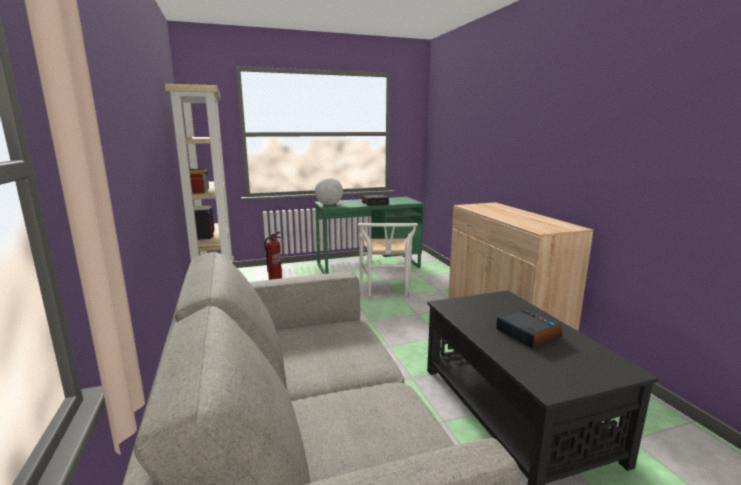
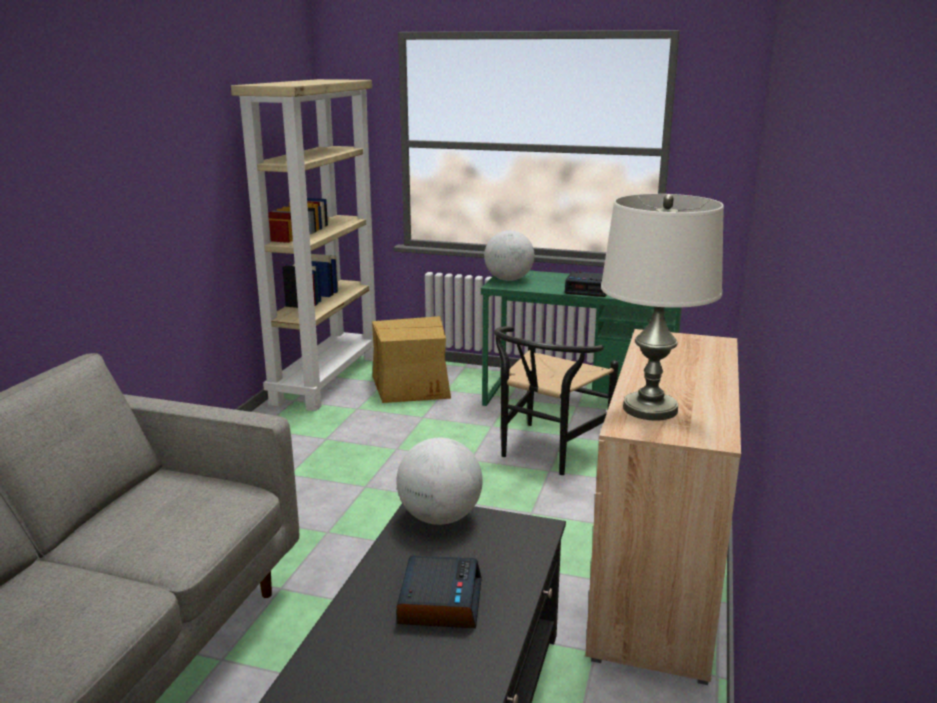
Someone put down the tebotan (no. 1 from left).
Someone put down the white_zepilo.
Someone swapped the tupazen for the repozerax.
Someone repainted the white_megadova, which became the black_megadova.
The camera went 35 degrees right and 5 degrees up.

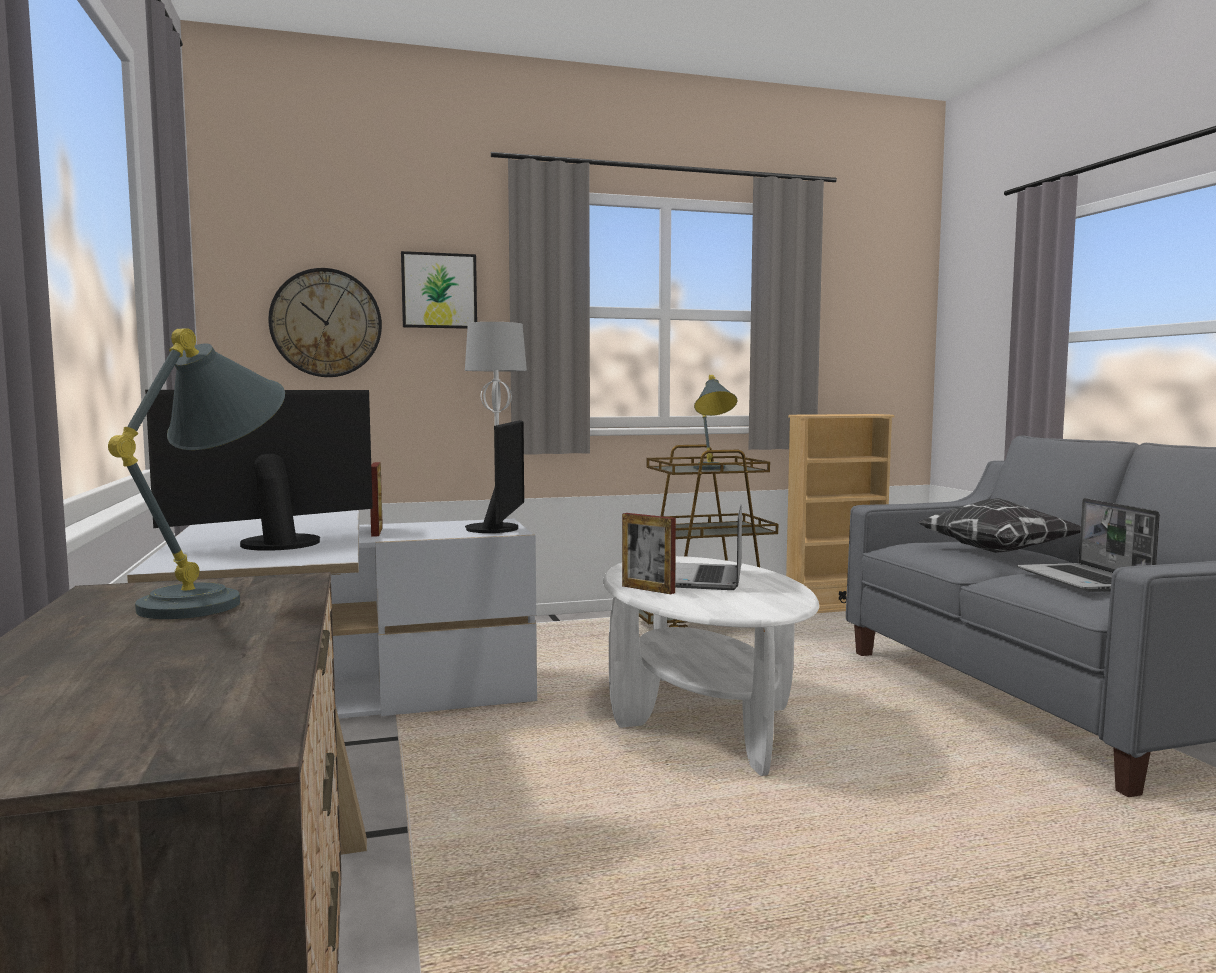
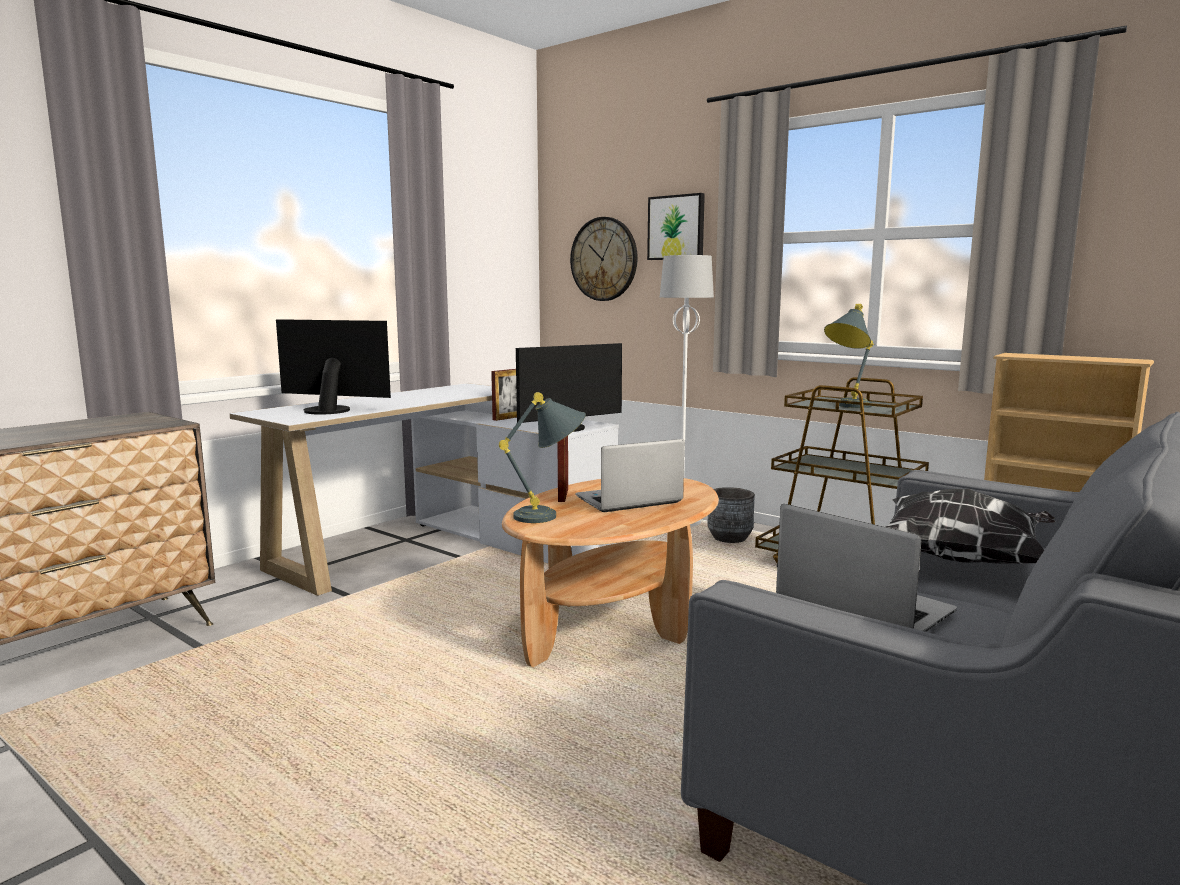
Someone put down the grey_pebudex.
Someone carried the grey_zepilo (no. 1 from left).
Someone repainted the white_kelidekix, which became the brown_kelidekix.
Someone rotated the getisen (no. 2 from left) by 90 degrees clockwise.
The camera went 55 degrees right and 5 degrees up.

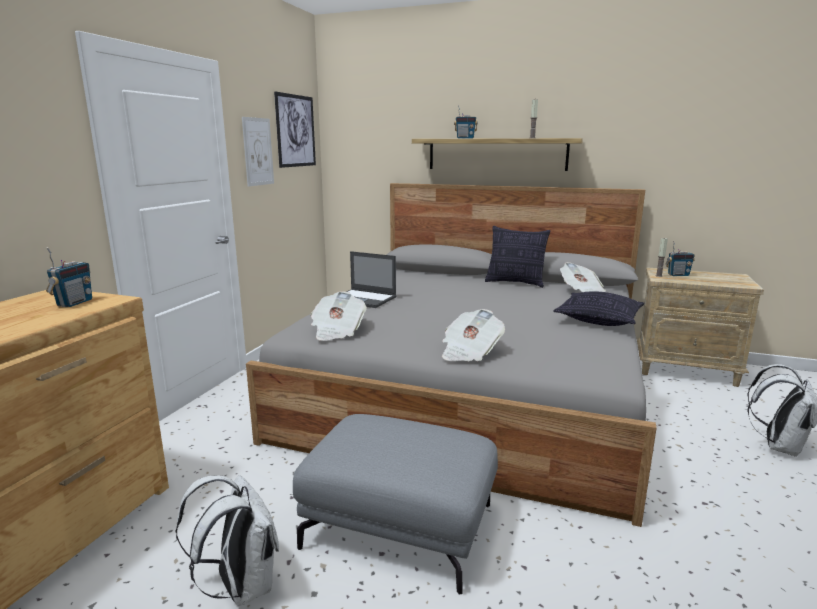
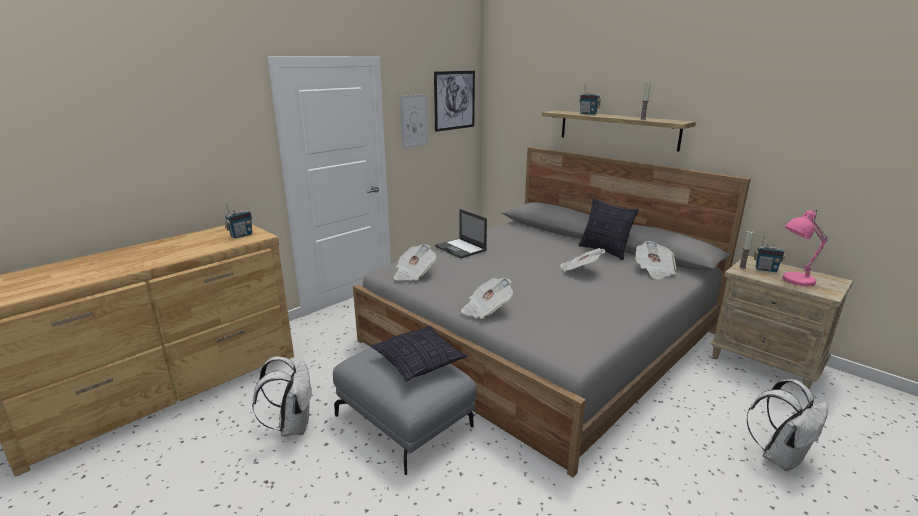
Someone put down the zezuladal (no. 3 from left).
Someone put down the pink_zepilo.
Someone carried the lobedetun (no. 2 from left in the first image).
The camera went 25 degrees right and 5 degrees up.

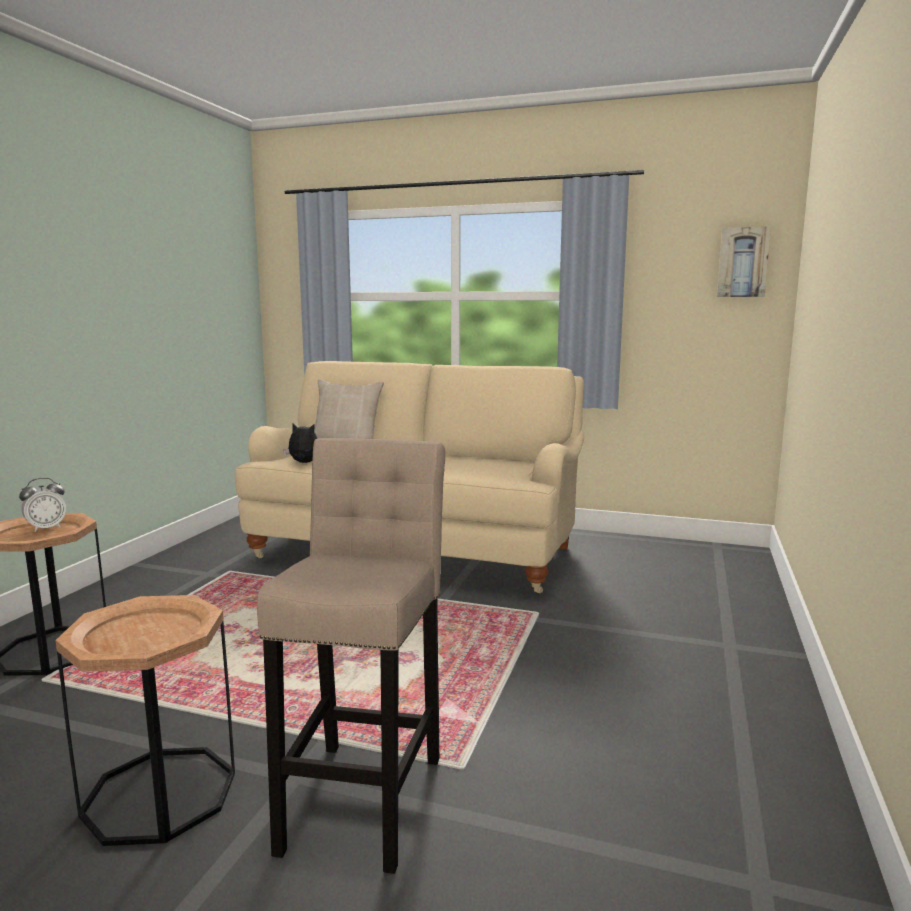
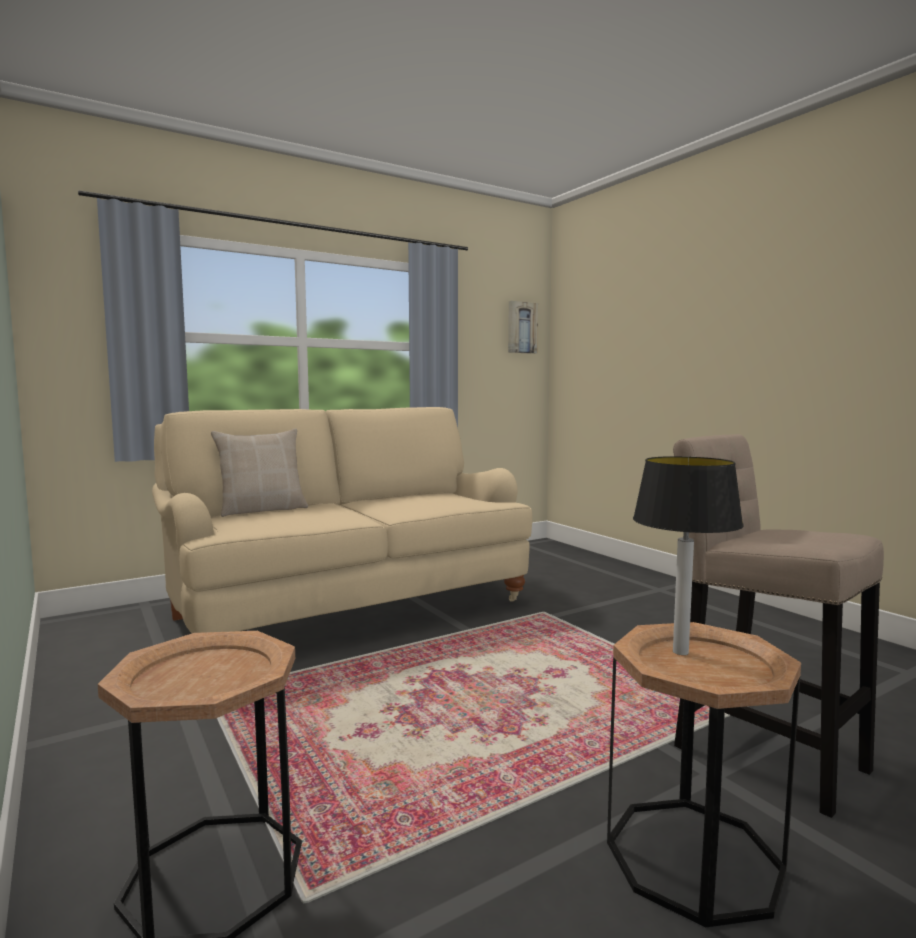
Someone took away the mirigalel.
Someone took away the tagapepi.
Someone put down the zepilo.
The camera went 50 degrees left and 5 degrees down.

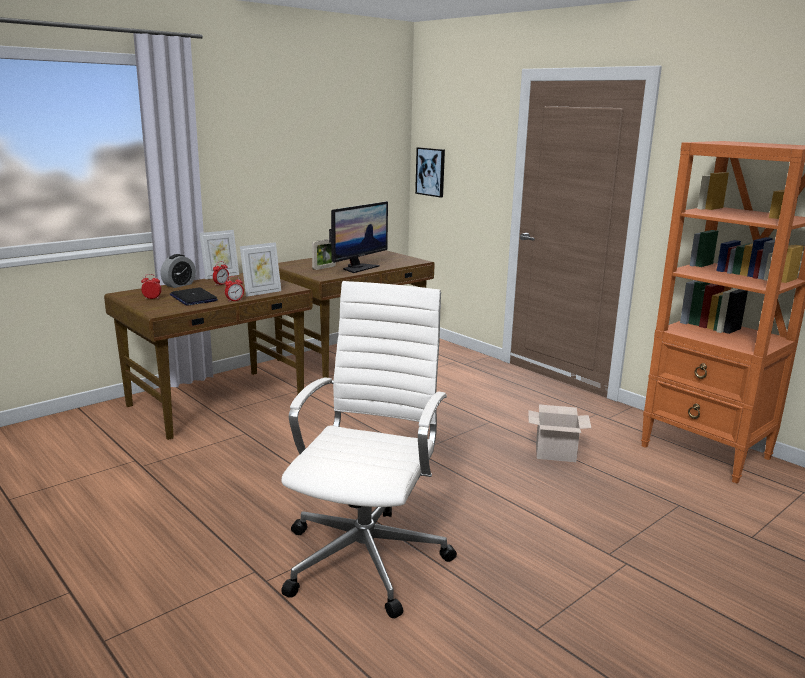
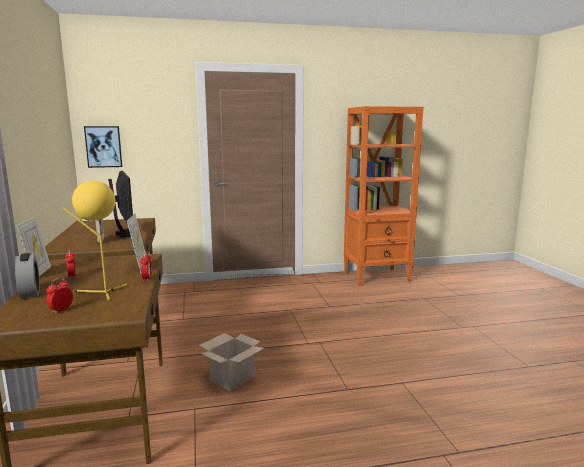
Someone took away the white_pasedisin.
Someone carried the repozerax.
Someone swapped the getisen for the yellow_zepilo.
The camera went 60 degrees left and 5 degrees down.

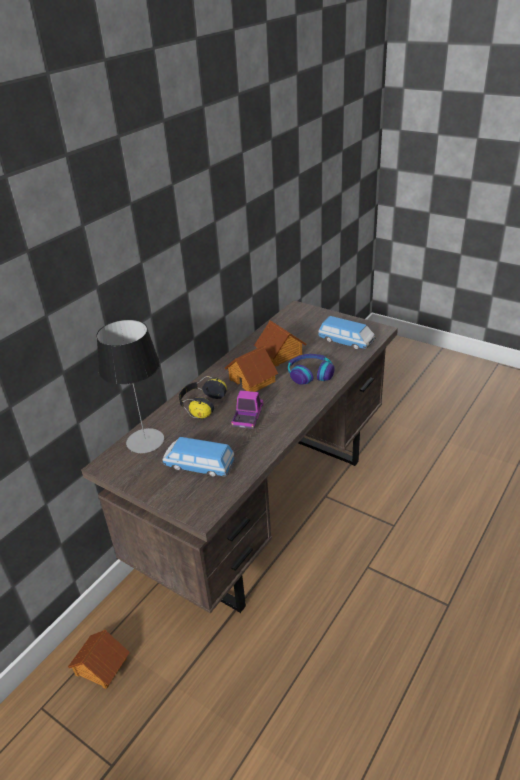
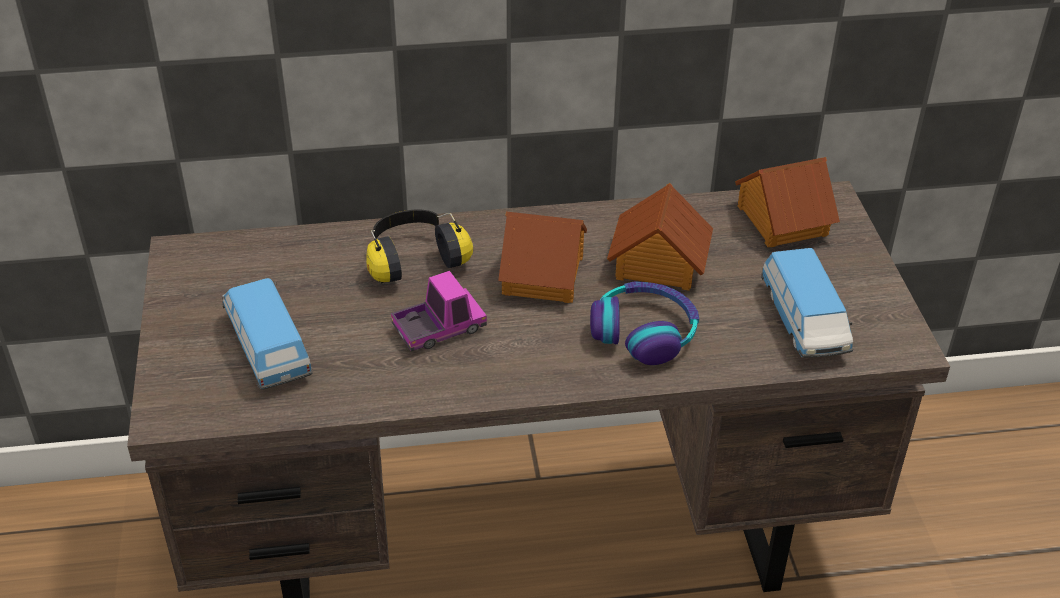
Someone took away the zepilo.
Someone carried the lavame (no. 1 from left in the first image).
The camera went 45 degrees right and 5 degrees up.

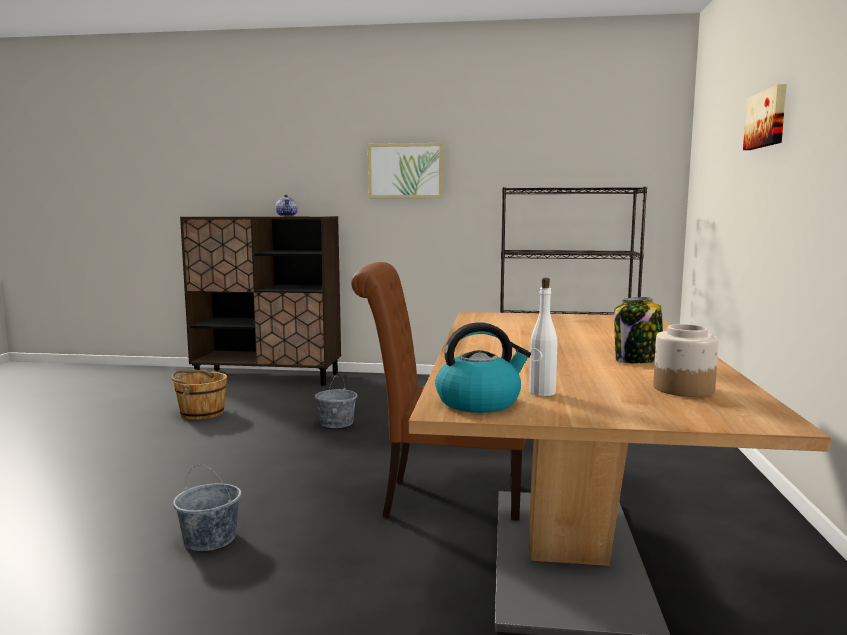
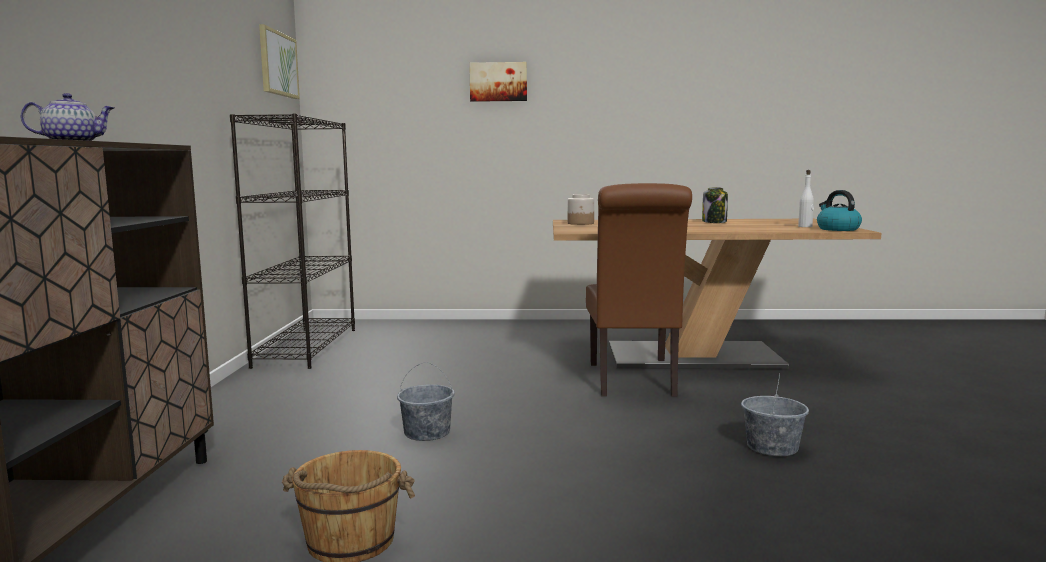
Someone carried the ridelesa (no. 1 from left).
Someone carried the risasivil (no. 2 from left in the first image).
The camera went 95 degrees left and 0 degrees up.

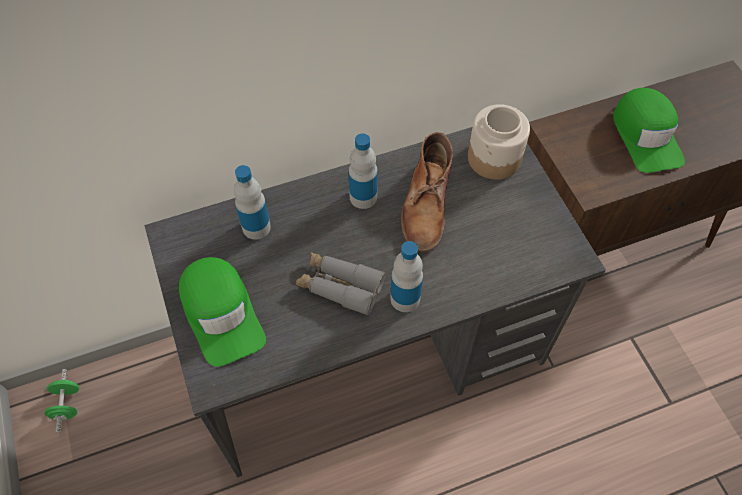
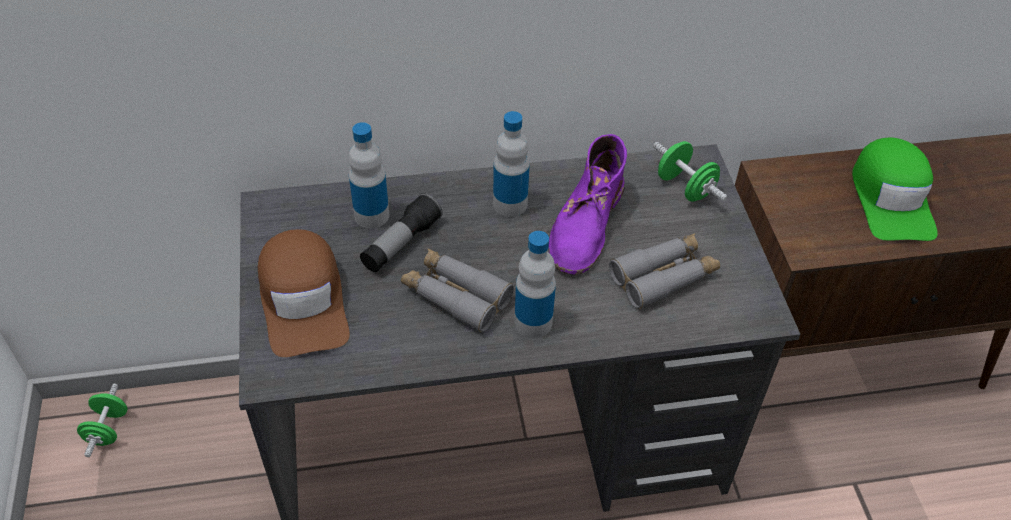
Someone put down the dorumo.
Someone put down the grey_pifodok (no. 2 from left).
Someone swapped the risasivil for the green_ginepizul (no. 2 from left).
Someone repainted the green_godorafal (no. 1 from left), which became the brown_godorafal.
Someone repainted the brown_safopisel, which became the purple_safopisel.
The camera went 10 degrees right and 10 degrees down.

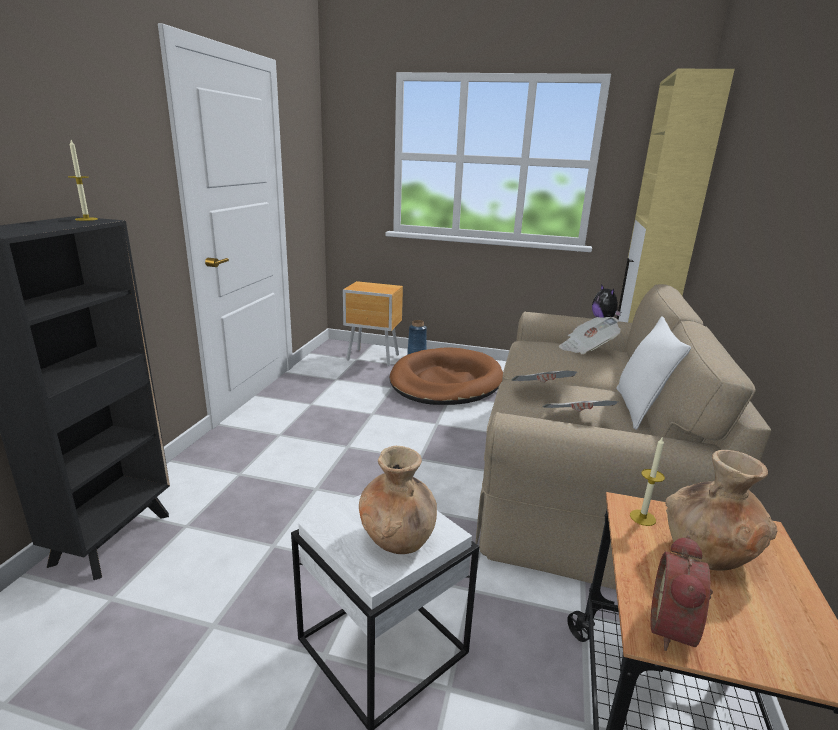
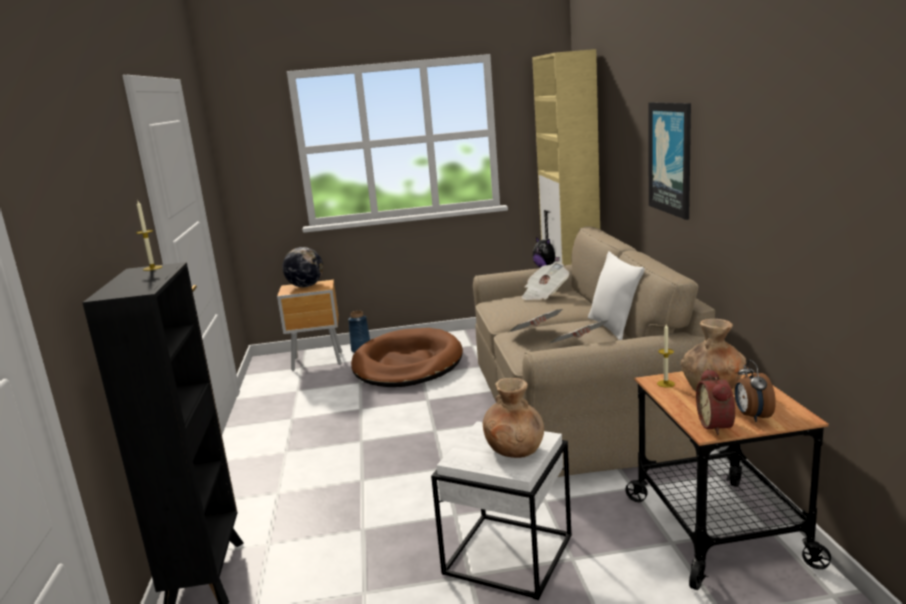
Someone put down the tebotan.
Someone put up the ridelesa.
Someone put down the mirigalel (no. 2 from left).
The camera went 20 degrees left and 5 degrees down.

